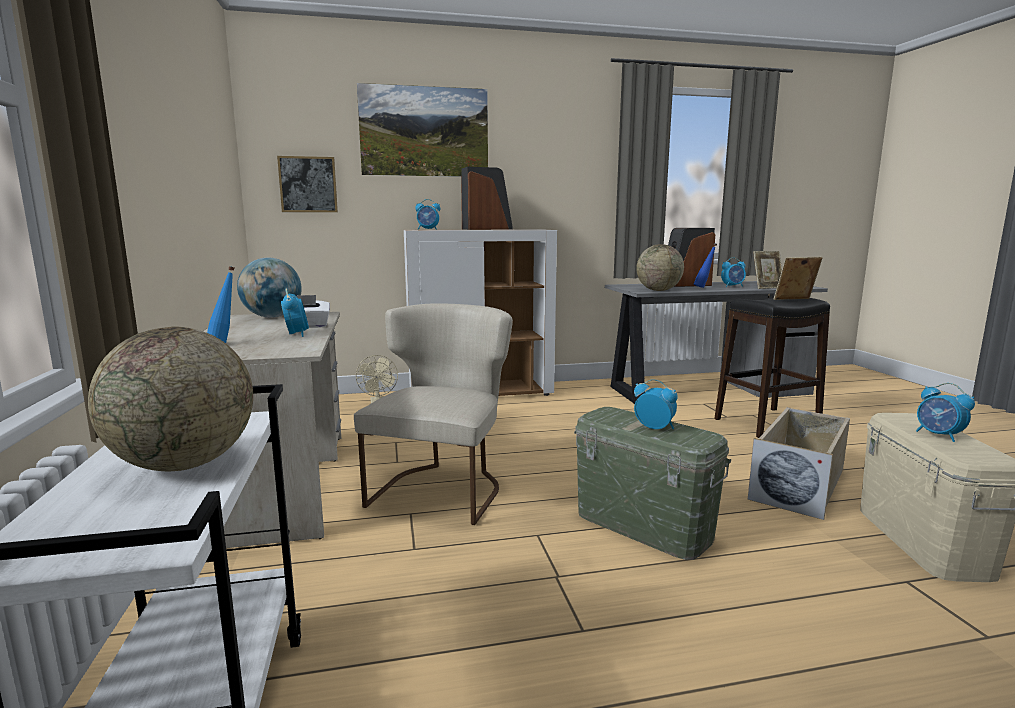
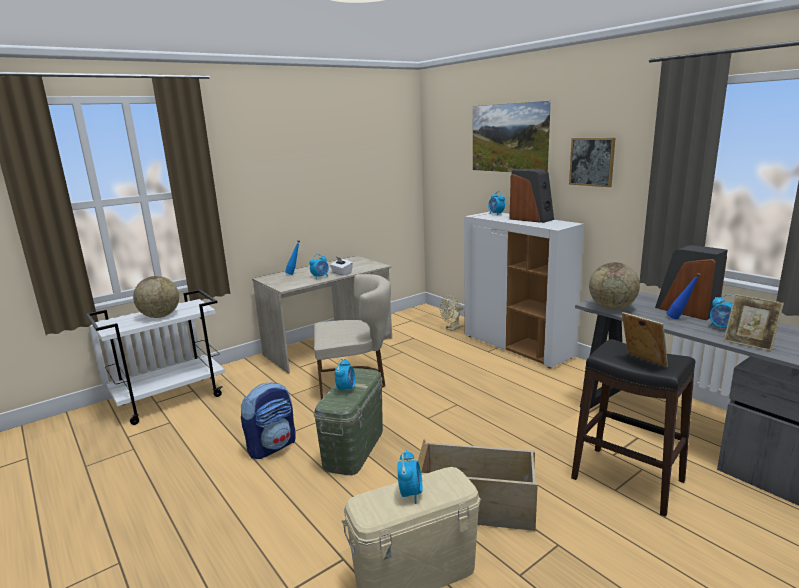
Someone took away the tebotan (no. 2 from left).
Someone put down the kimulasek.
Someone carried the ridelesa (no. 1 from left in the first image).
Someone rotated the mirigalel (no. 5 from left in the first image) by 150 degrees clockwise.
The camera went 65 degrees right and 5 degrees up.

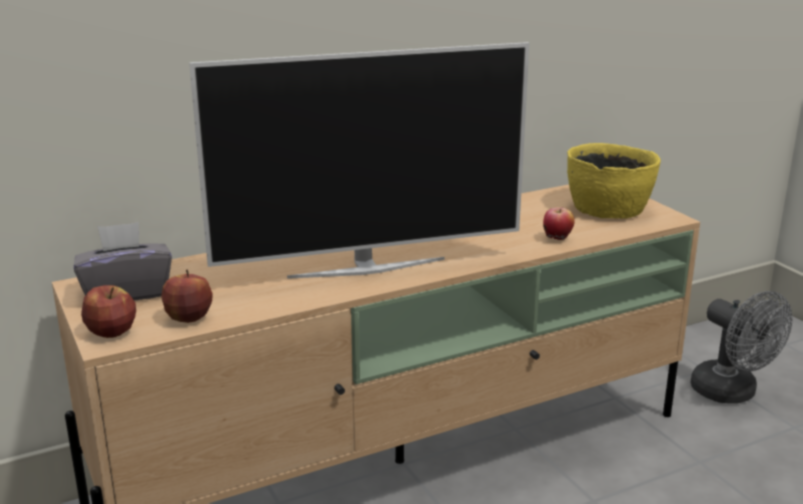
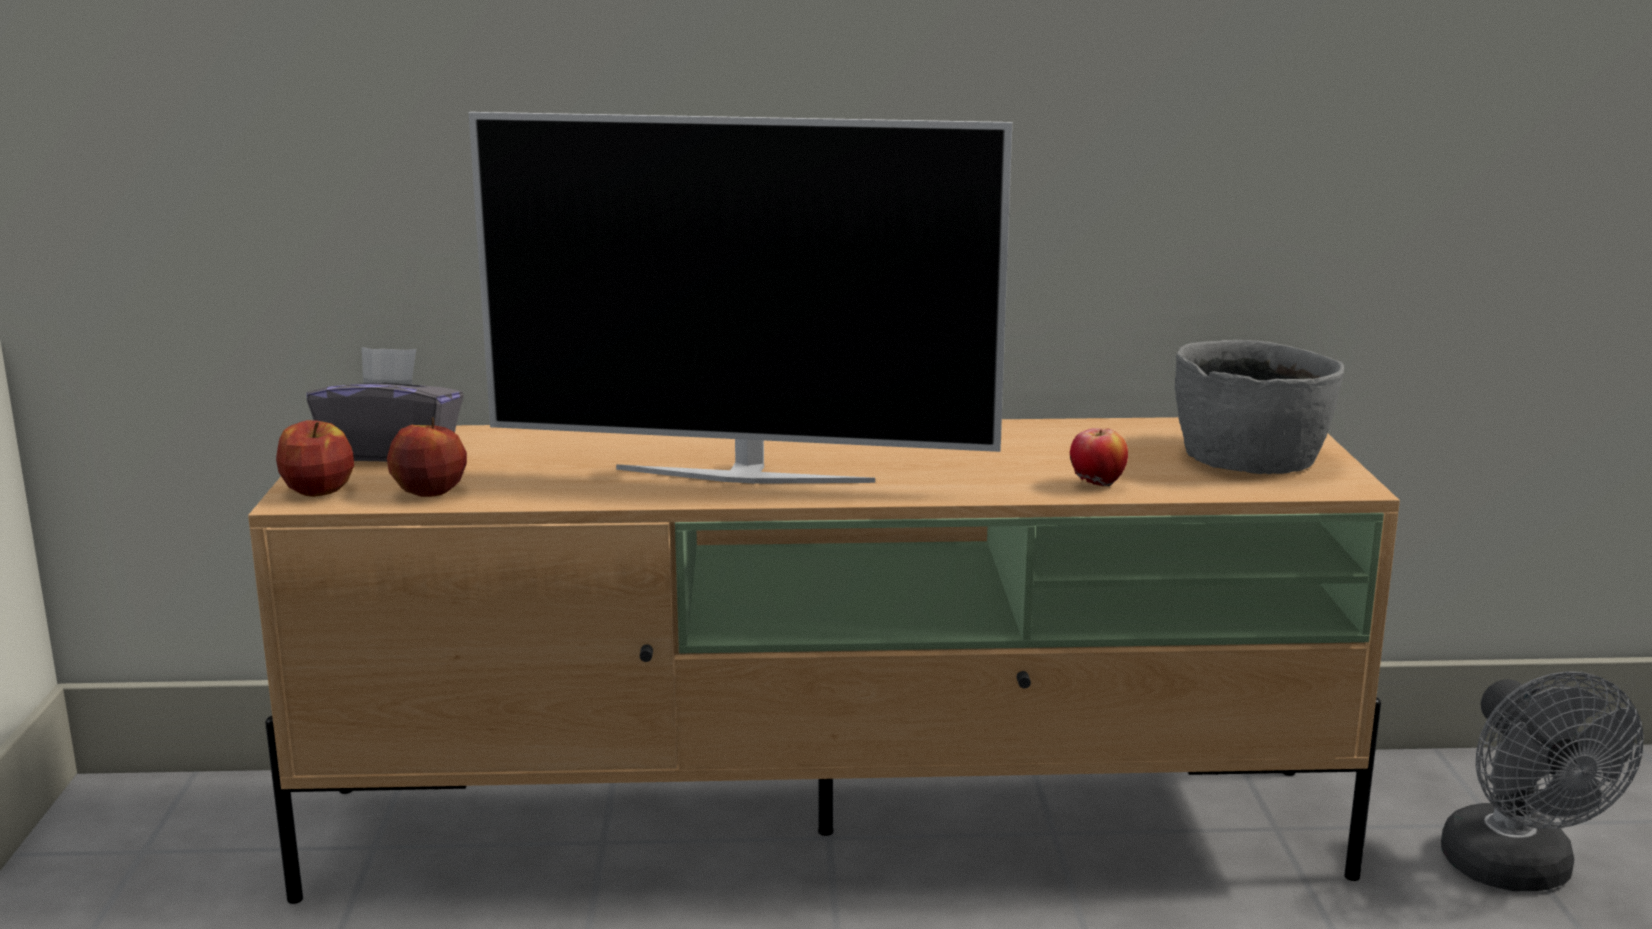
Someone repainted the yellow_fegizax, which became the grey_fegizax.
The camera went 25 degrees right and 5 degrees down.

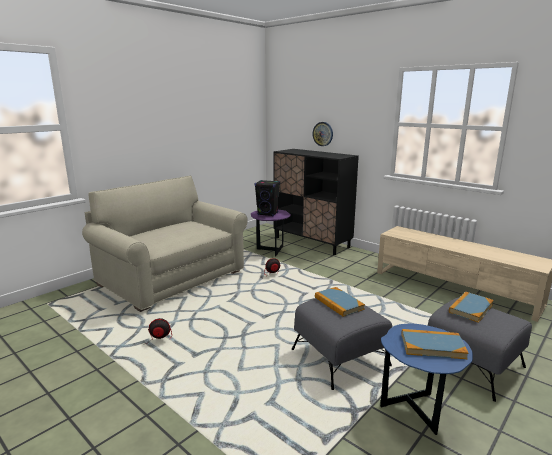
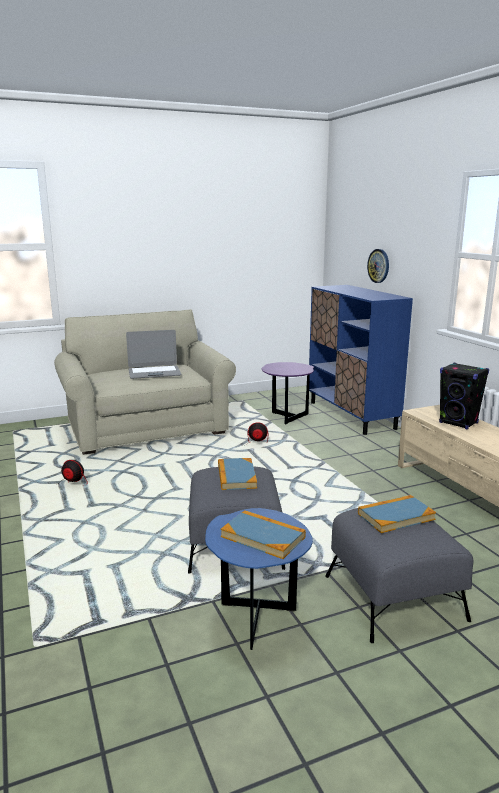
Someone put down the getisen.
Someone carried the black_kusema.
Someone repainted the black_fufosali, which became the blue_fufosali.
The camera went 25 degrees right and 0 degrees up.

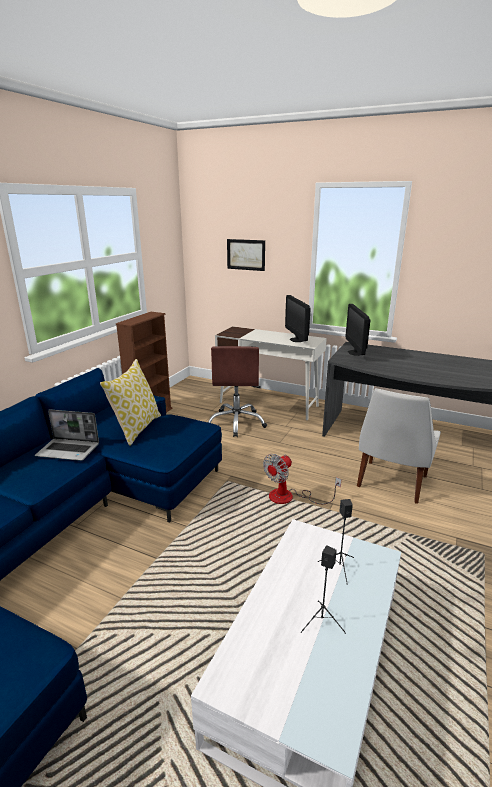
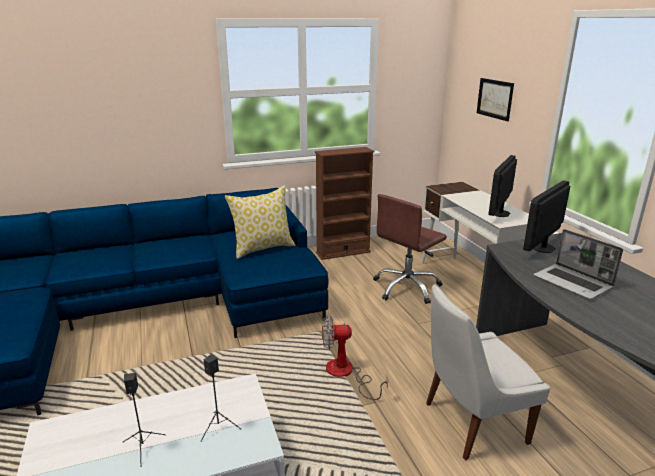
Someone carried the getisen.
The camera went 45 degrees right and 0 degrees up.

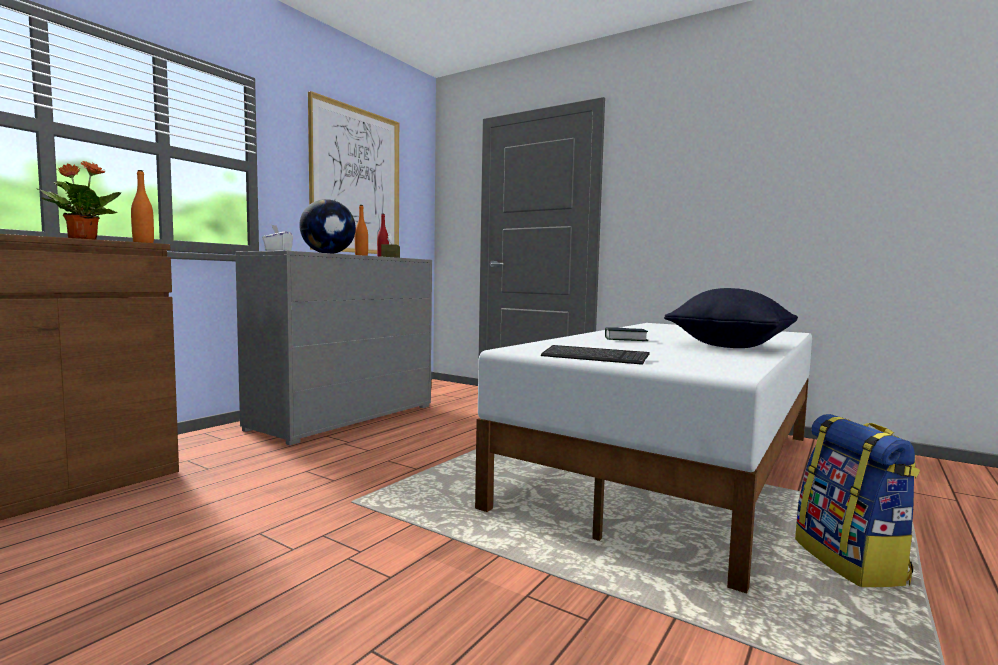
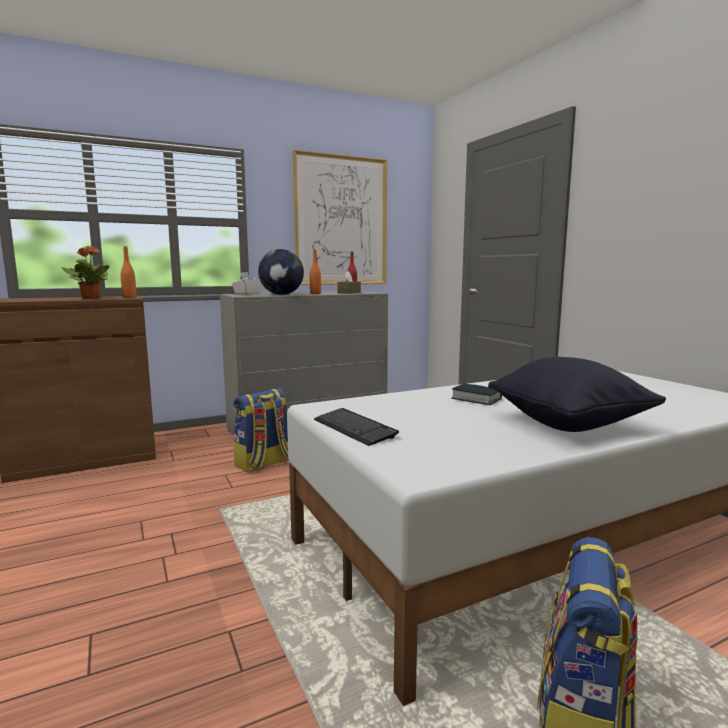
Someone put down the kimulasek (no. 1 from left).
The camera went 30 degrees right and 5 degrees up.

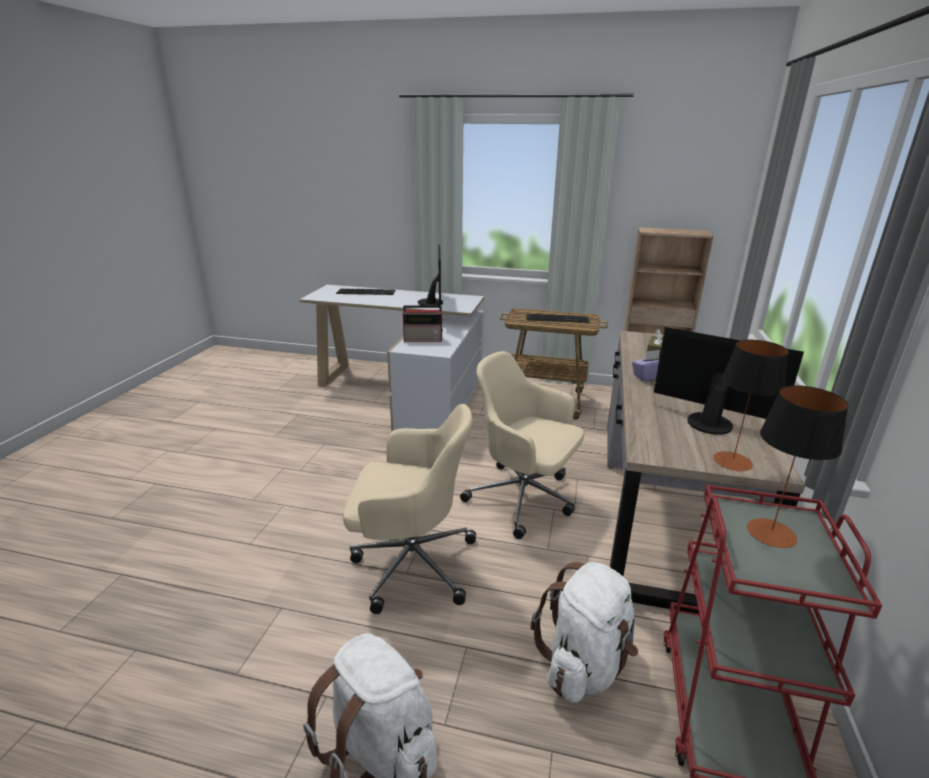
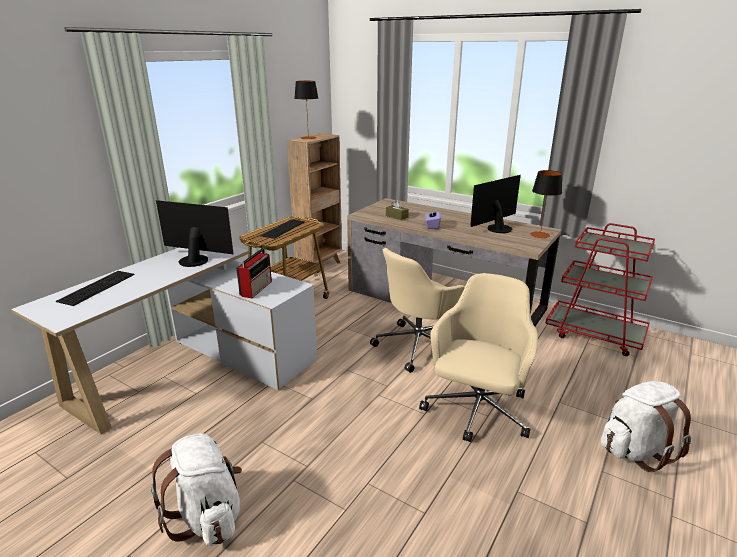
Someone carried the white_kimulasek (no. 2 from left in the first image).
Someone carried the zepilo (no. 2 from left in the first image).
The camera went 70 degrees left and 0 degrees up.

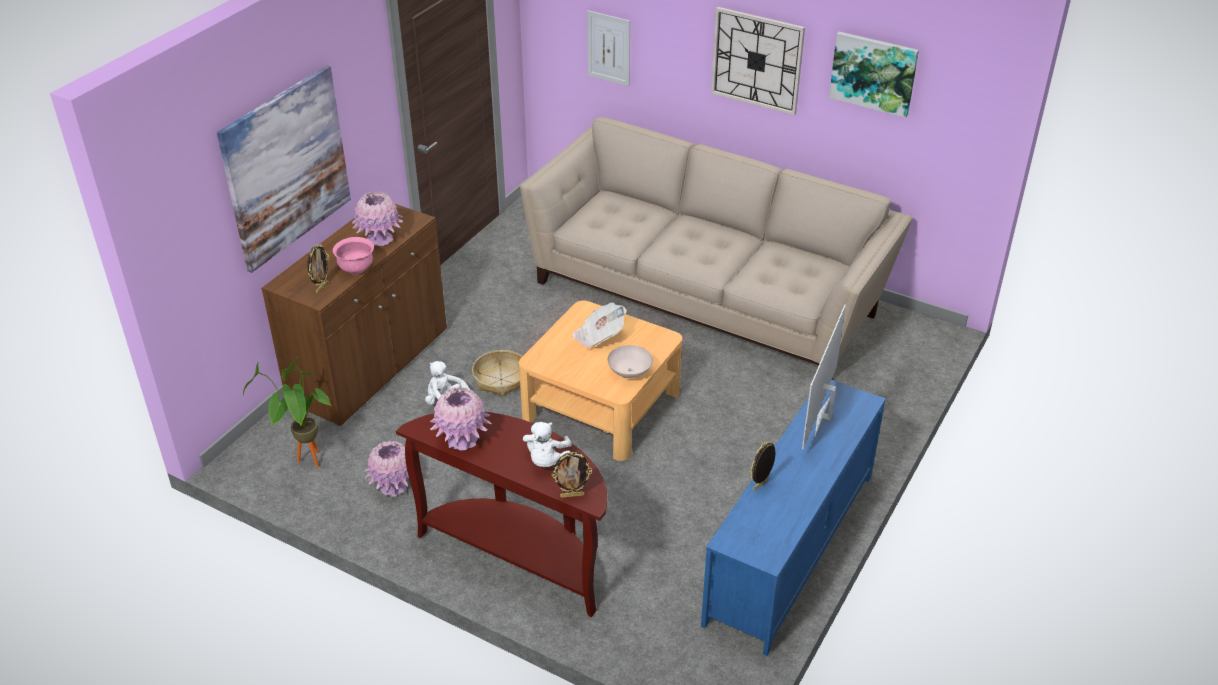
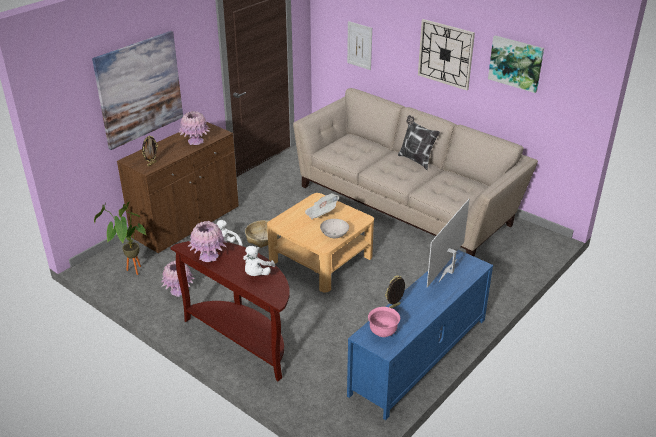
Someone took away the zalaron (no. 2 from left).
Someone put down the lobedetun.
Someone carried the pink_fegizax.
The camera went 10 degrees right and 5 degrees down.

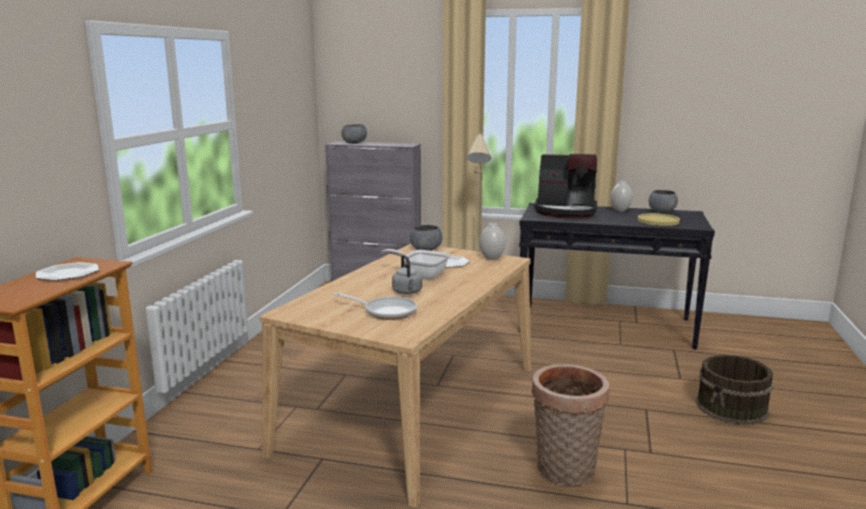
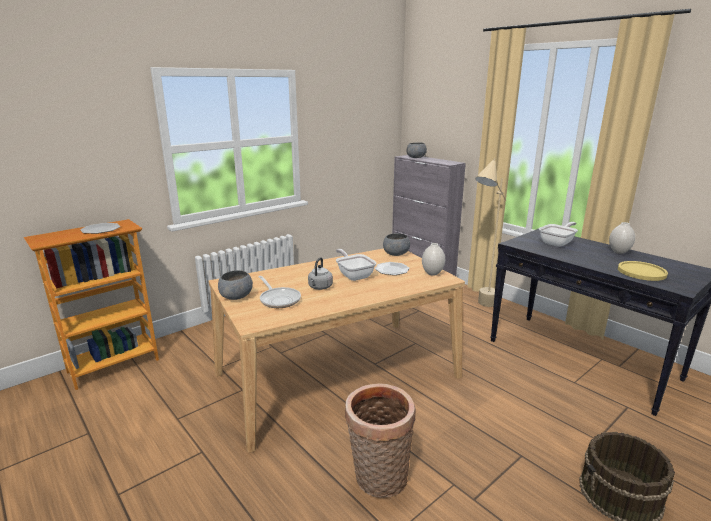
Someone carried the grey_fegizax (no. 3 from left in the first image).
Someone swapped the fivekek for the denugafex (no. 3 from left).
The camera went 35 degrees right and 5 degrees up.

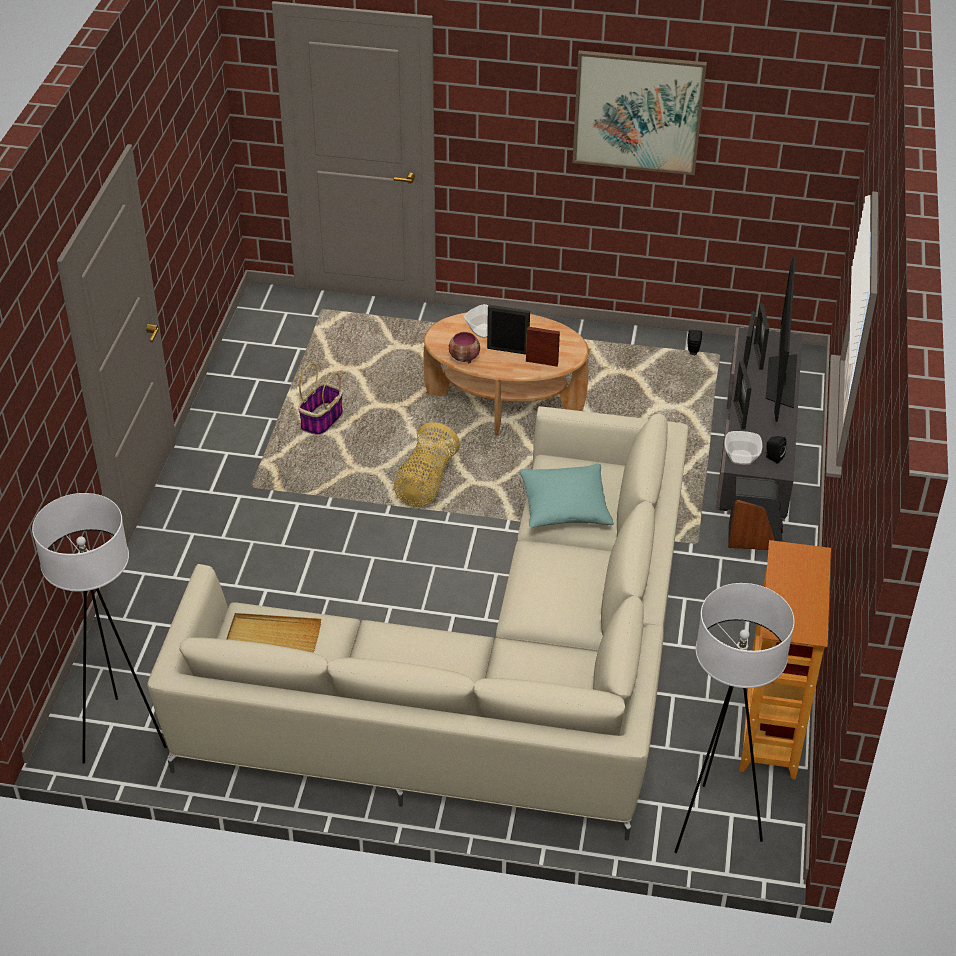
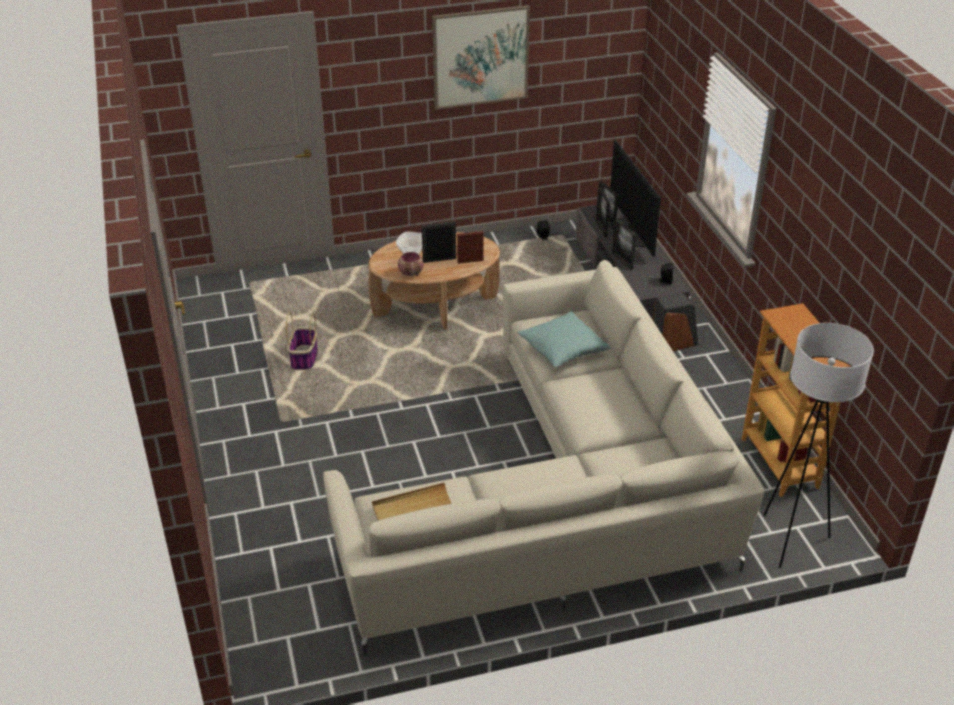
Someone took away the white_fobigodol (no. 1 from left).
Someone took away the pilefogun (no. 2 from left).
Someone took away the fegizax (no. 3 from left).
The camera went 25 degrees left and 5 degrees down.

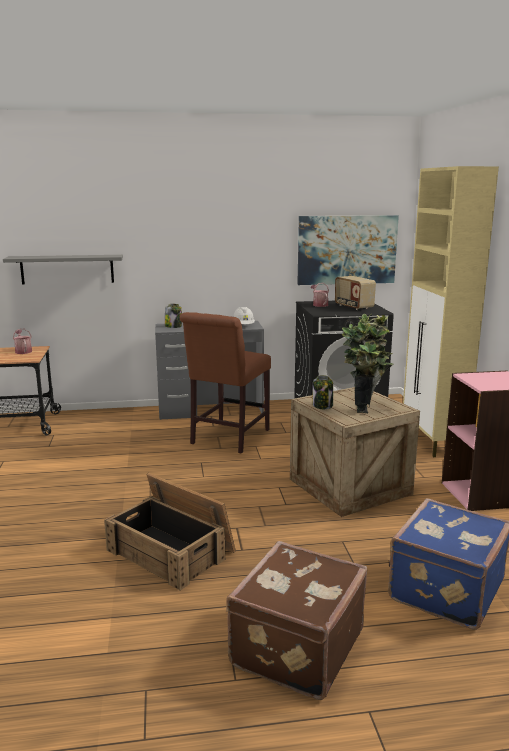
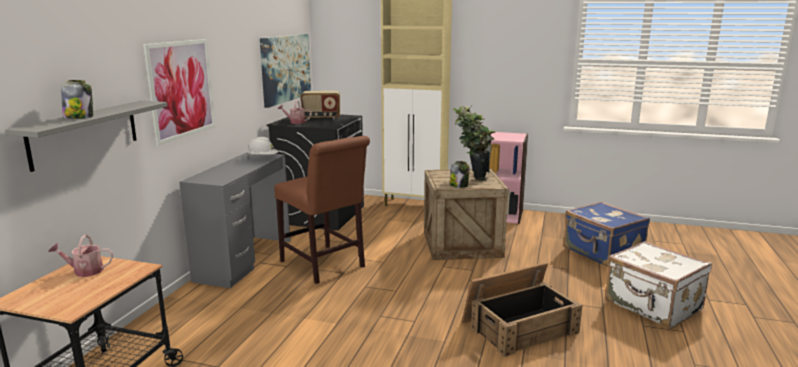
Someone put up the ridelesa (no. 1 from left).
Someone carried the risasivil (no. 1 from left).
Someone repainted the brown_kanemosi, which became the white_kanemosi.
The camera went 65 degrees left and 0 degrees up.

